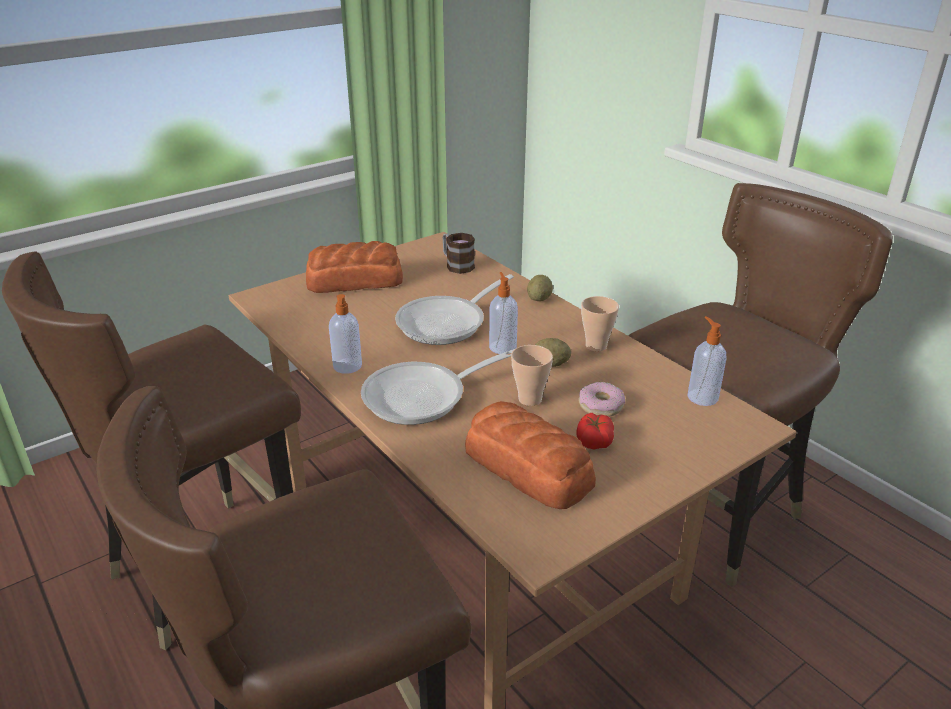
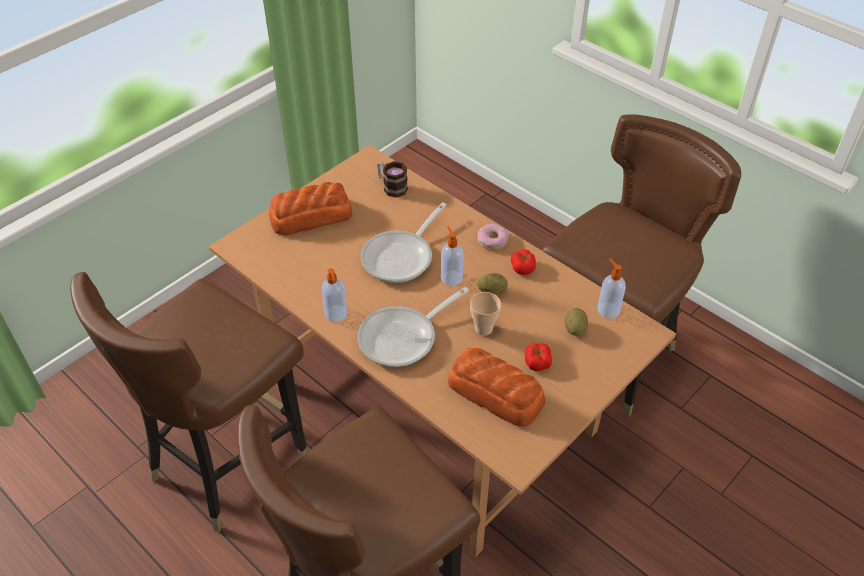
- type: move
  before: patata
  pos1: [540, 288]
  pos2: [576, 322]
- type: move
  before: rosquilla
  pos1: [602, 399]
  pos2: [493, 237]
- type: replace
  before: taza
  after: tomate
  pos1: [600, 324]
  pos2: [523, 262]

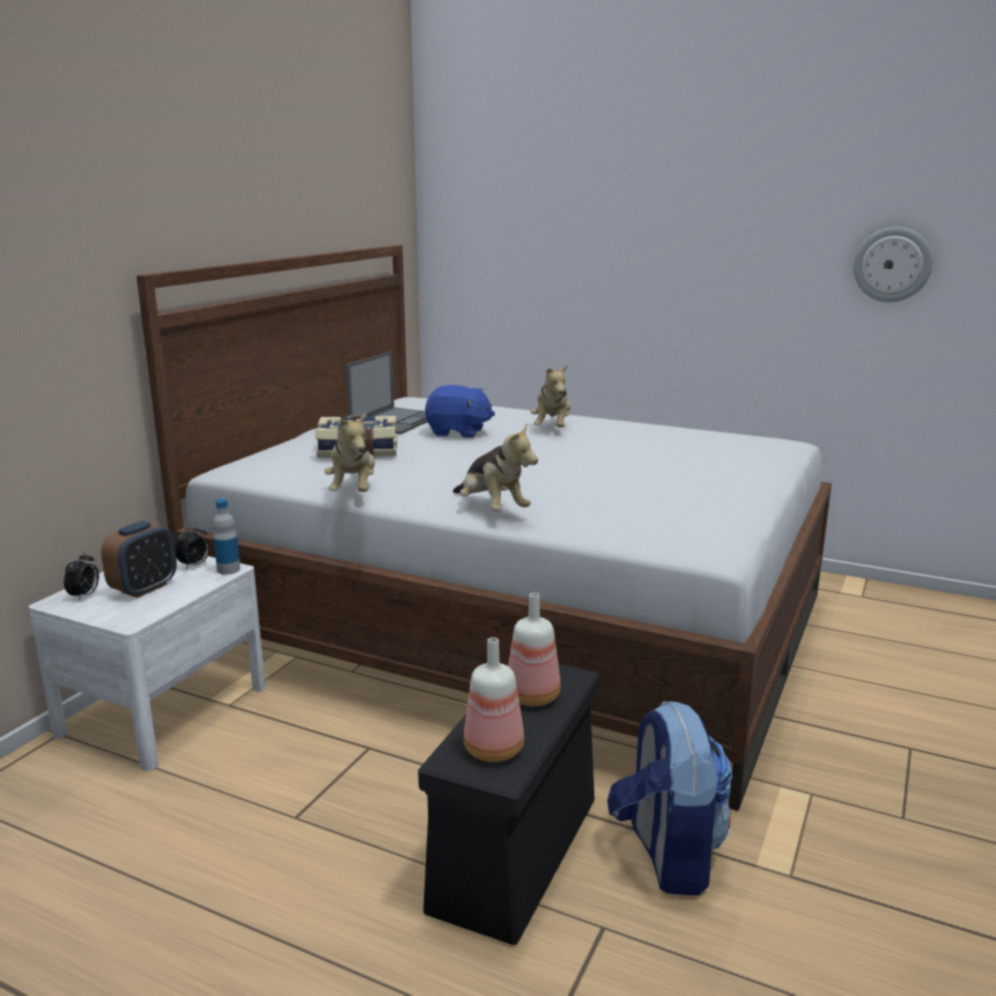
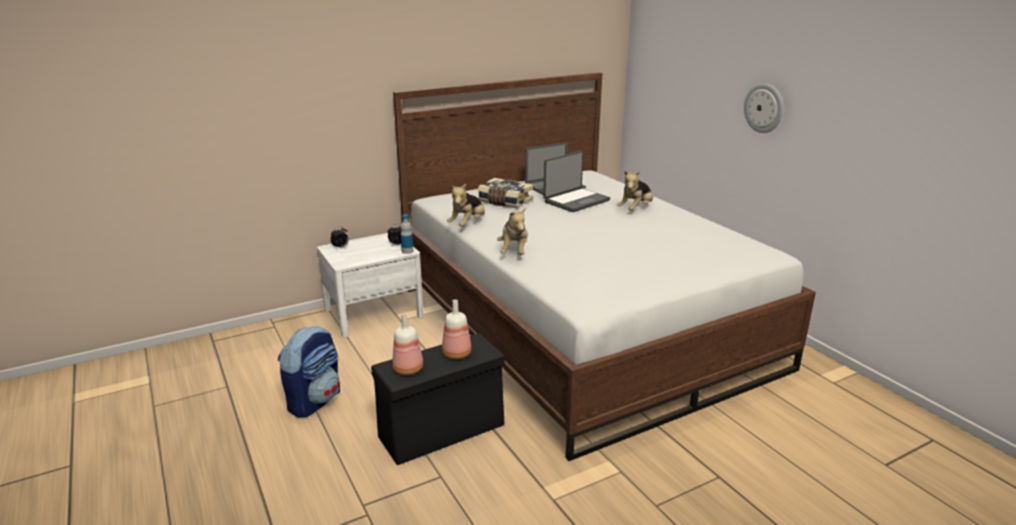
- type: delete
  before: despertador
  pos1: [139, 559]
- type: move
  before: mochila
  pos1: [670, 798]
  pos2: [309, 372]
- type: move
  before: reloj de pared
  pos1: [893, 264]
  pos2: [763, 108]
- type: replace
  before: peluche [azul]
  after: portátil
  pos1: [460, 411]
  pos2: [576, 181]

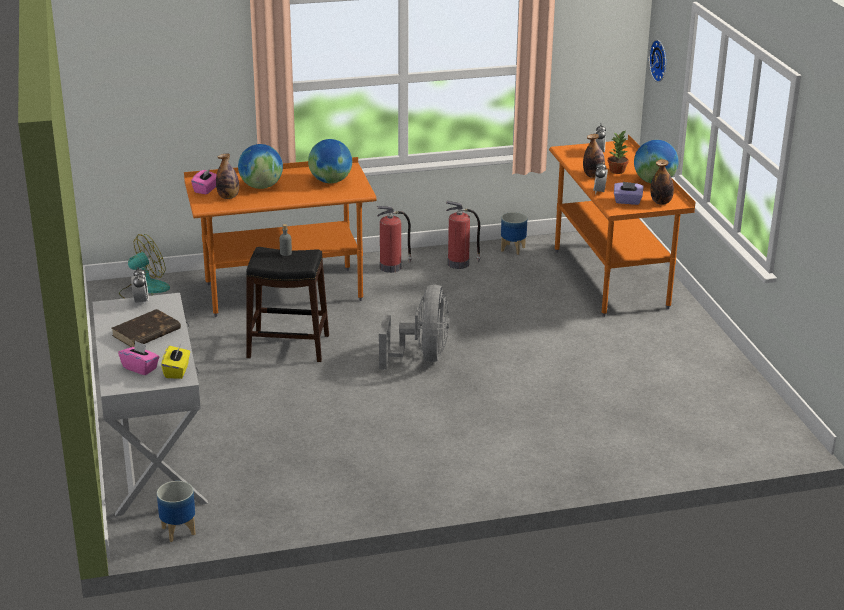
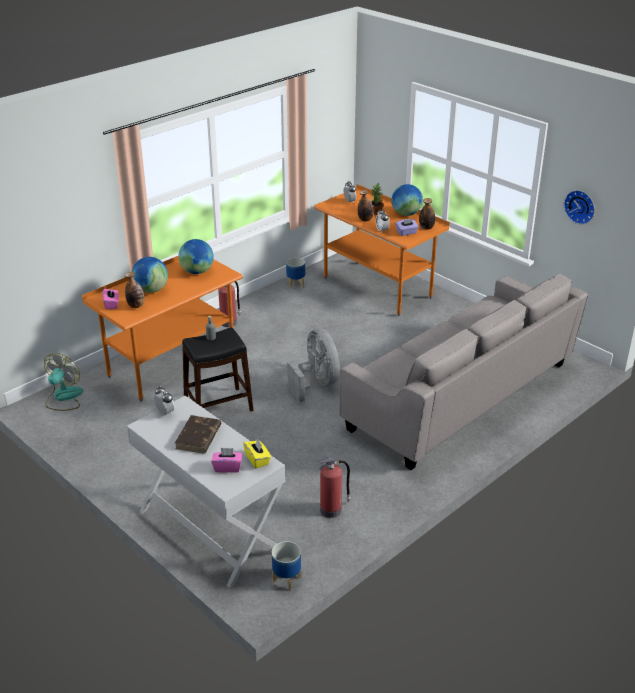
- type: insert
  after: sofá [gris]
  pos2: [463, 371]
- type: move
  before: extintor
  pos1: [463, 235]
  pos2: [334, 488]
- type: move
  before: reloj de pared
  pos1: [657, 61]
  pos2: [579, 207]

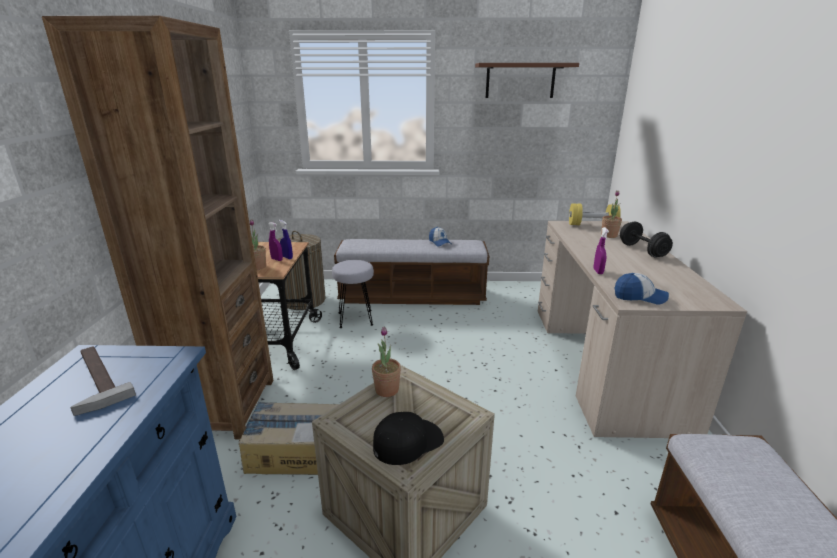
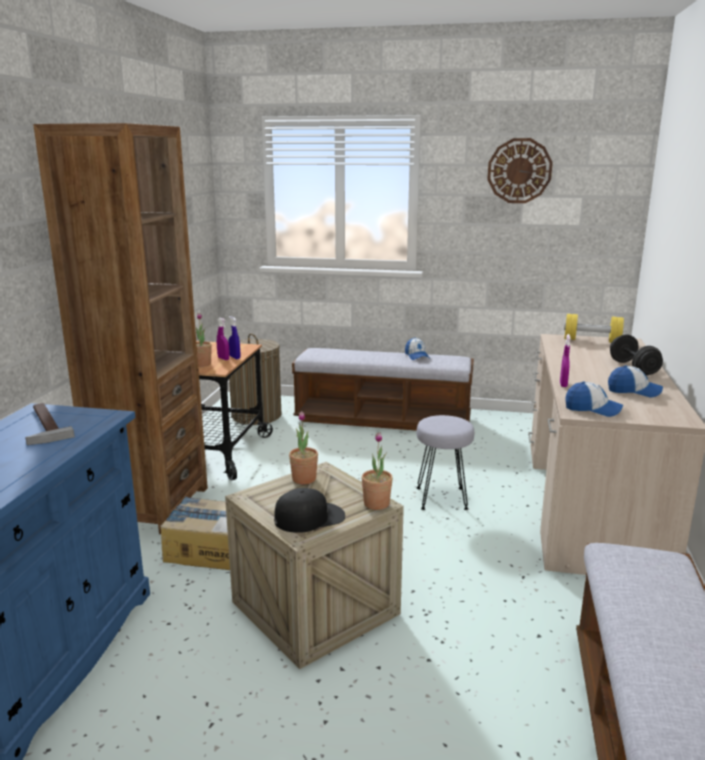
- type: insert
  after: gorra
  pos2: [635, 381]
- type: move
  before: taburete [gris]
  pos1: [353, 294]
  pos2: [445, 462]
- type: move
  before: planta en maceta
  pos1: [611, 214]
  pos2: [377, 471]
- type: replace
  before: estante [marrón]
  after: reloj de pared
  pos1: [527, 80]
  pos2: [520, 170]

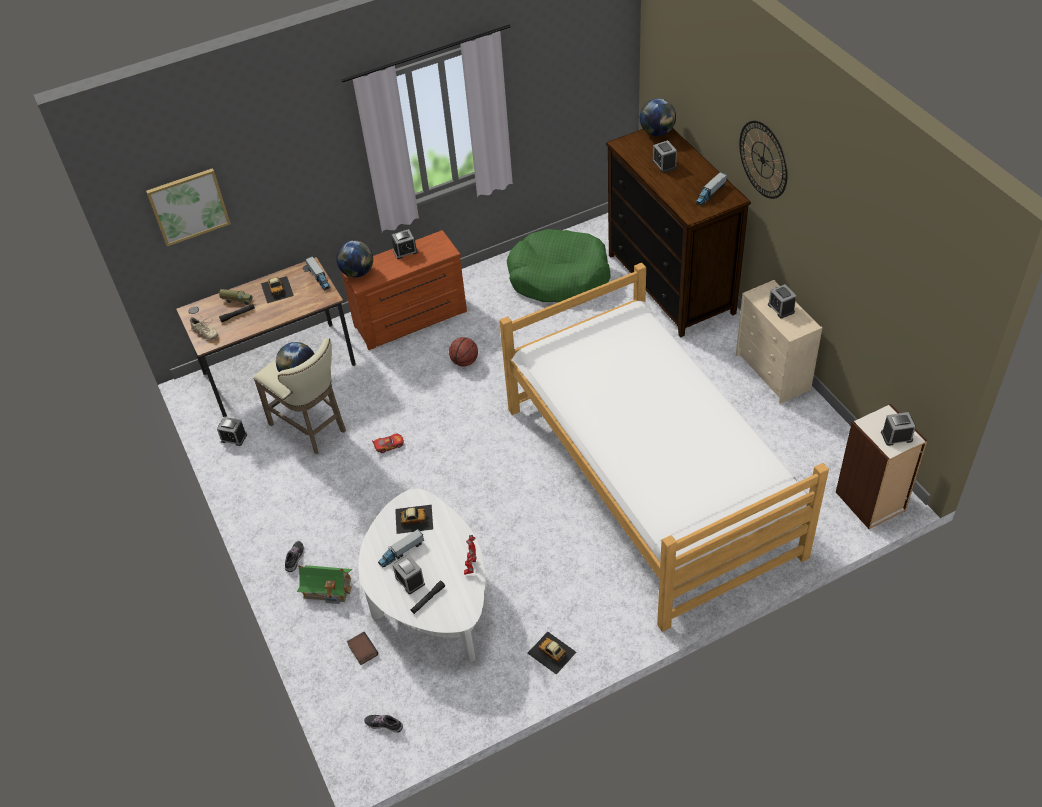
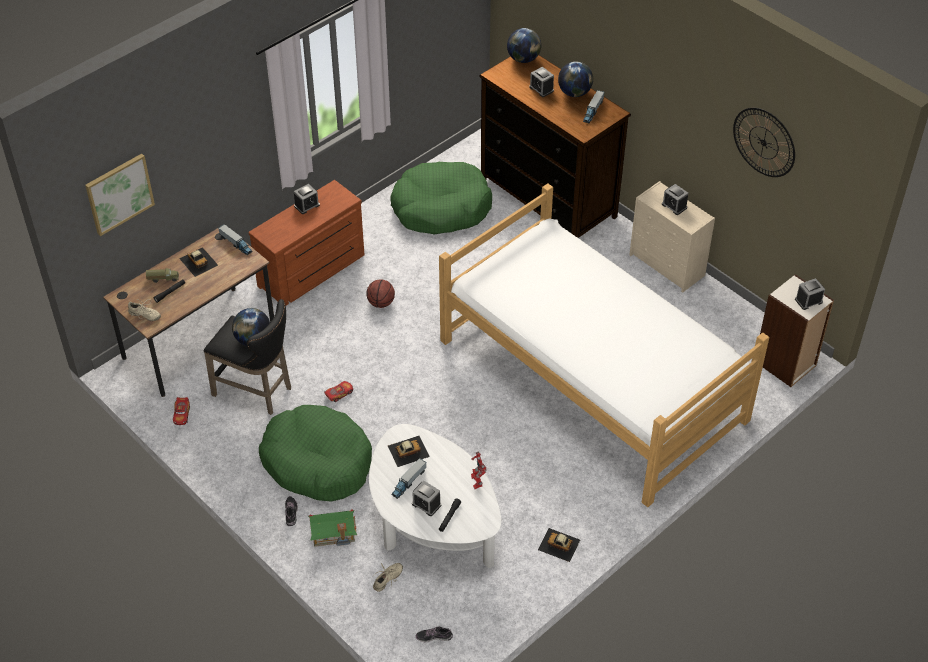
- type: insert
  after: cama para perro [verde]
  pos2: [315, 453]
- type: move
  before: globo terráqueo
  pos1: [354, 259]
  pos2: [575, 79]
- type: move
  before: reloj de pared
  pos1: [763, 160]
  pos2: [764, 142]
- type: replace
  before: despertador
  after: coche de juguete
  pos1: [232, 431]
  pos2: [181, 411]
- type: replace
  before: libro
  after: zapato [beis]
  pos1: [363, 648]
  pos2: [387, 577]
- type: recolor
  before: taburete [beis]
  after: taburete [negro]
  pos1: [299, 396]
  pos2: [247, 357]

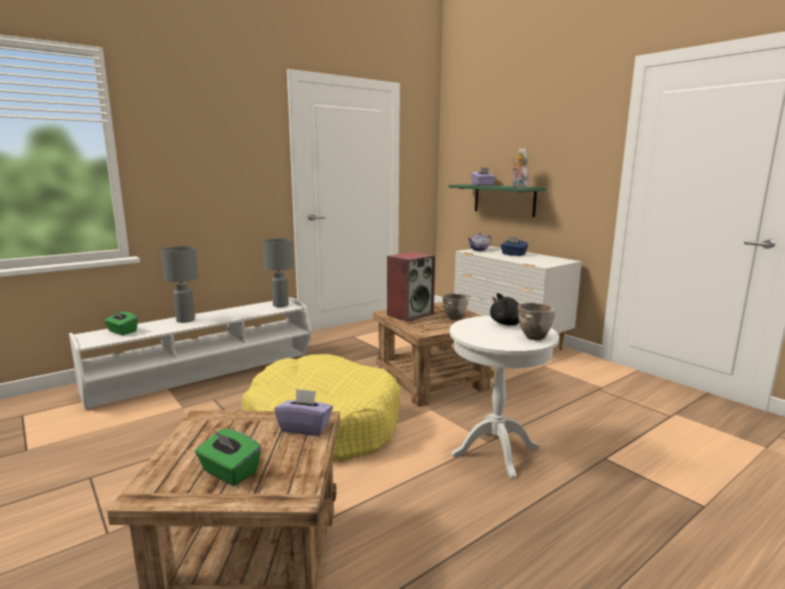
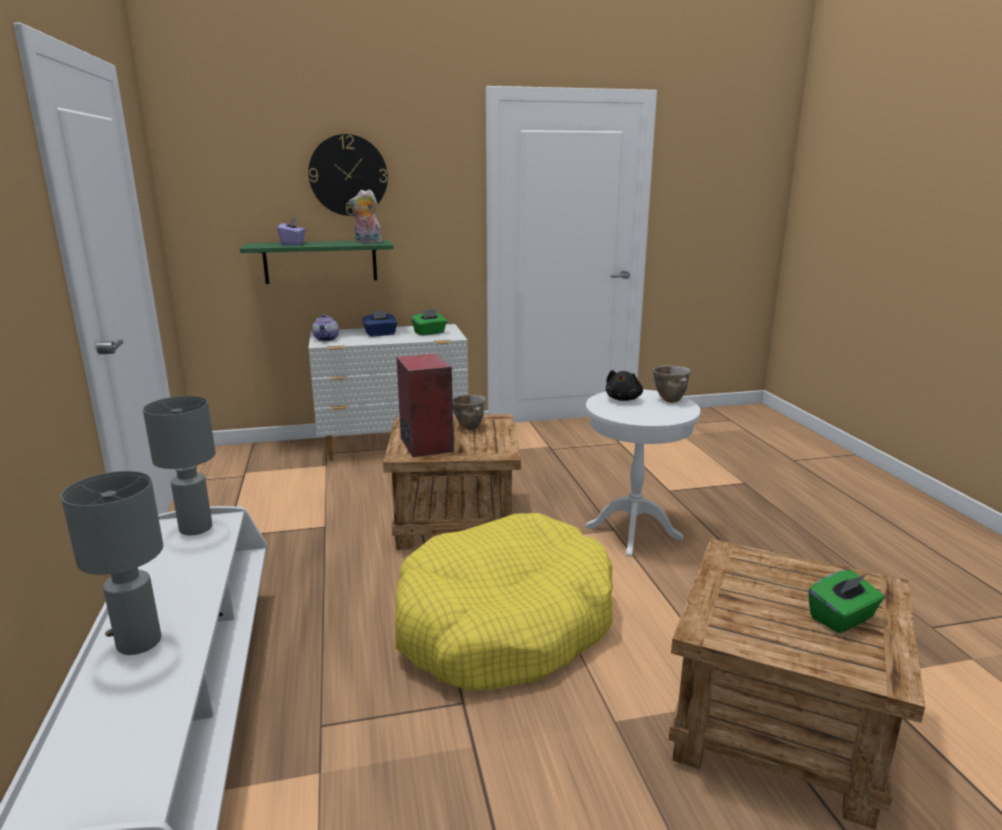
- type: delete
  before: caja de pañuelos [morado]
  pos1: [304, 412]
- type: insert
  after: reloj de pared
  pos2: [348, 175]
- type: move
  before: caja de pañuelos [verde]
  pos1: [121, 322]
  pos2: [429, 322]

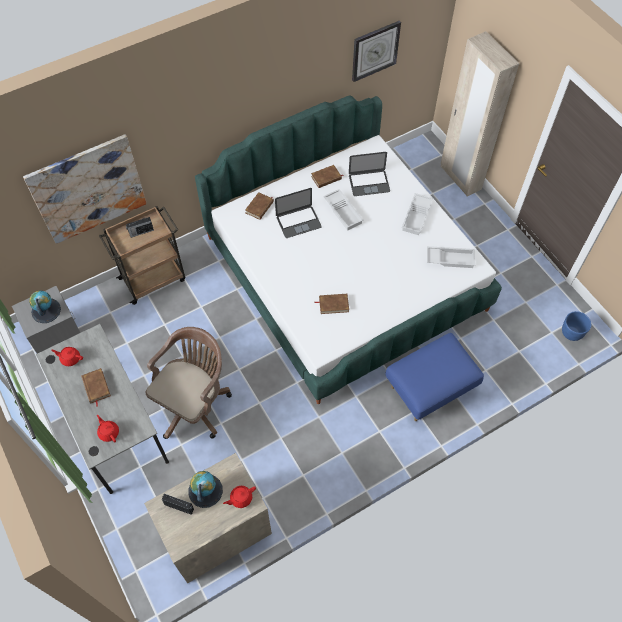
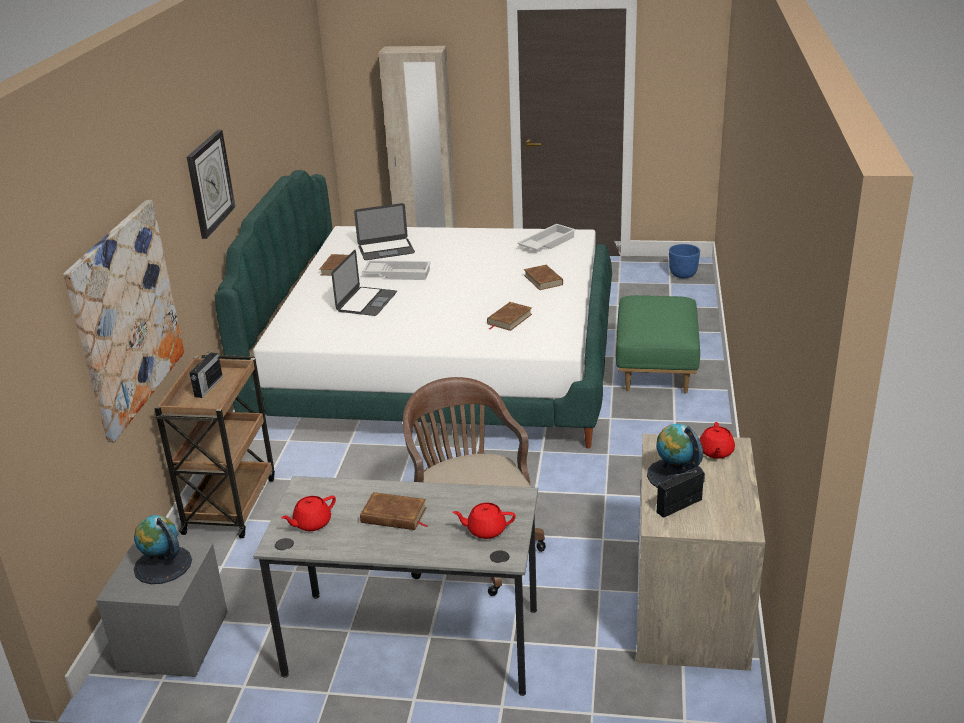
- type: delete
  before: bandeja [blanco]
  pos1: [417, 214]
- type: move
  before: libro [marrón]
  pos1: [259, 206]
  pos2: [543, 277]
- type: move
  before: reloj de pared
  pos1: [376, 51]
  pos2: [211, 184]
- type: recolor
  before: puf [azul]
  after: puf [verde]
  pos1: [434, 377]
  pos2: [658, 344]
- type: rotate
  before: portátil
  pos1: [369, 174]
  pos2: [384, 231]
  turn: 45

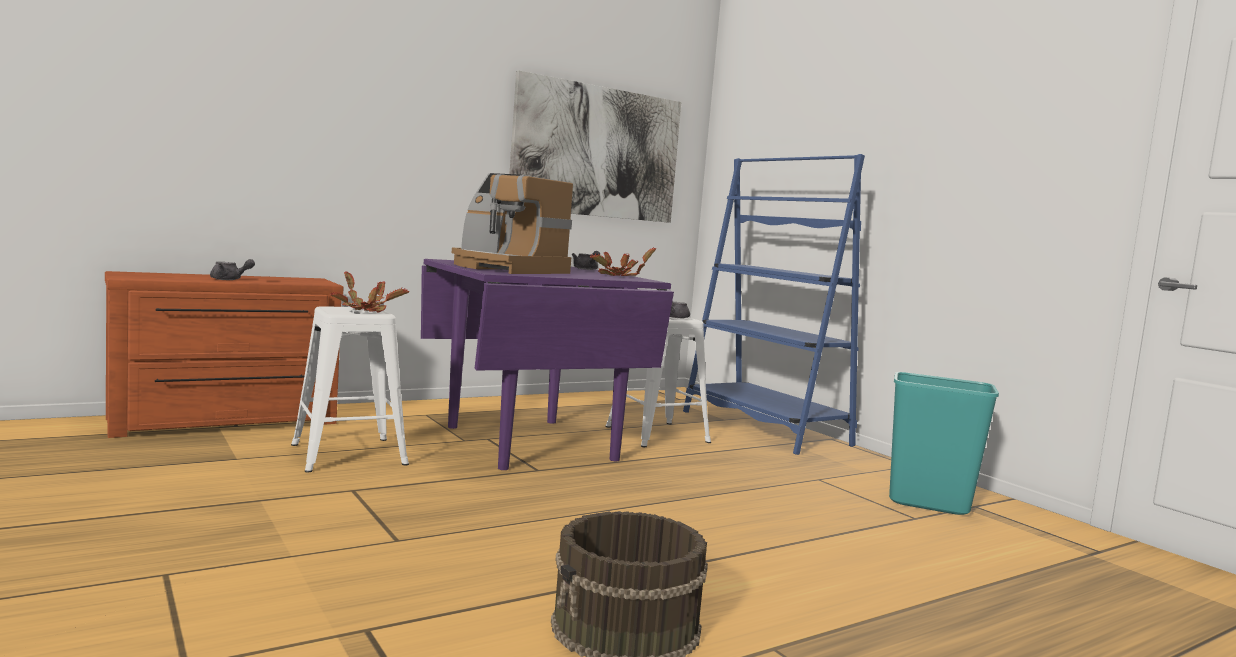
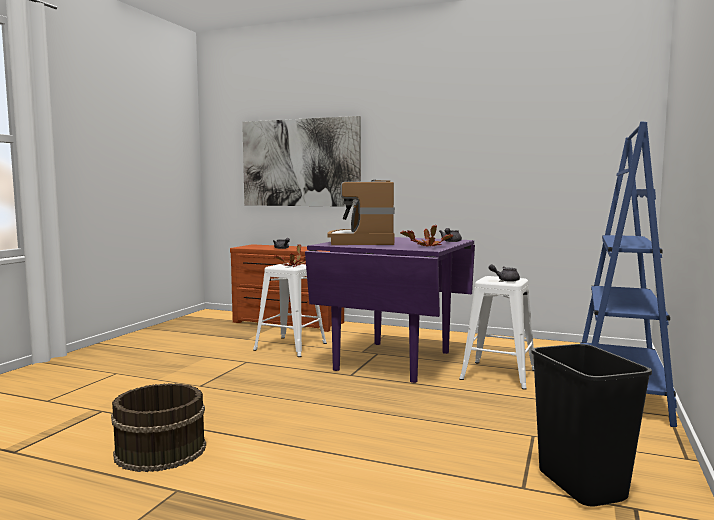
- type: move
  before: cuadro
  pos1: [595, 147]
  pos2: [301, 161]
- type: recolor
  before: papelera [turquesa]
  after: papelera [negro]
  pos1: [944, 443]
  pos2: [591, 425]

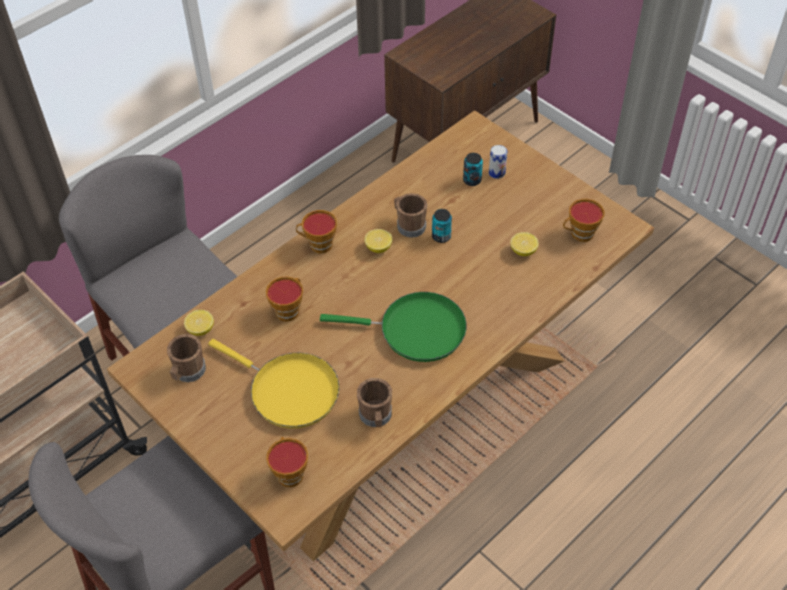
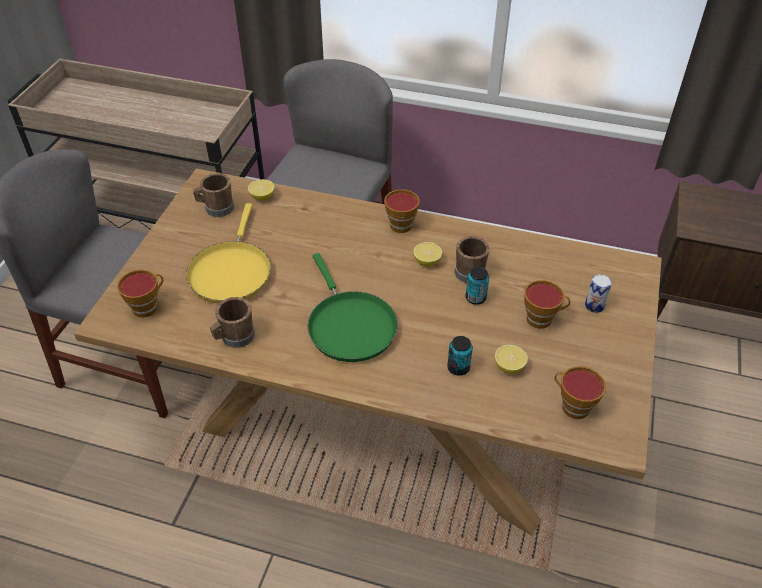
- type: move
  before: taza
  pos1: [284, 299]
  pos2: [547, 304]
- type: move
  before: lata
  pos1: [473, 169]
  pos2: [460, 356]

